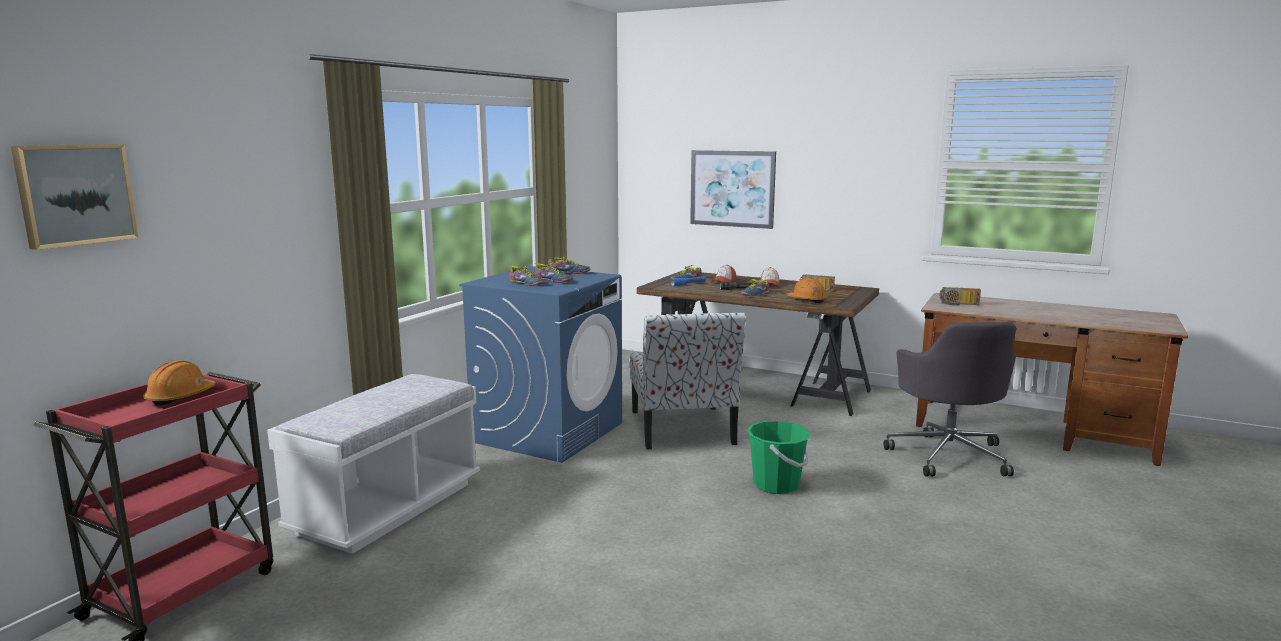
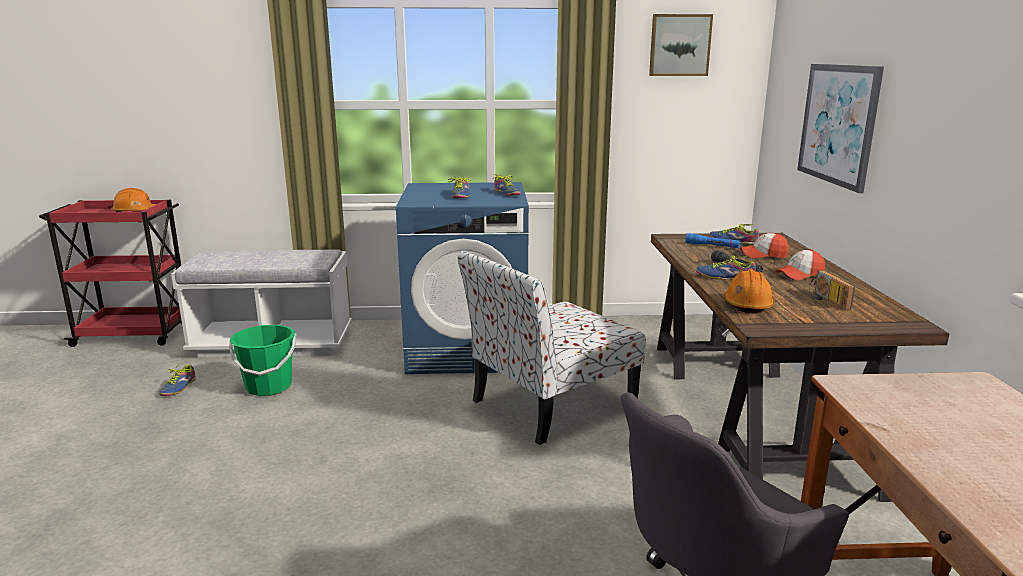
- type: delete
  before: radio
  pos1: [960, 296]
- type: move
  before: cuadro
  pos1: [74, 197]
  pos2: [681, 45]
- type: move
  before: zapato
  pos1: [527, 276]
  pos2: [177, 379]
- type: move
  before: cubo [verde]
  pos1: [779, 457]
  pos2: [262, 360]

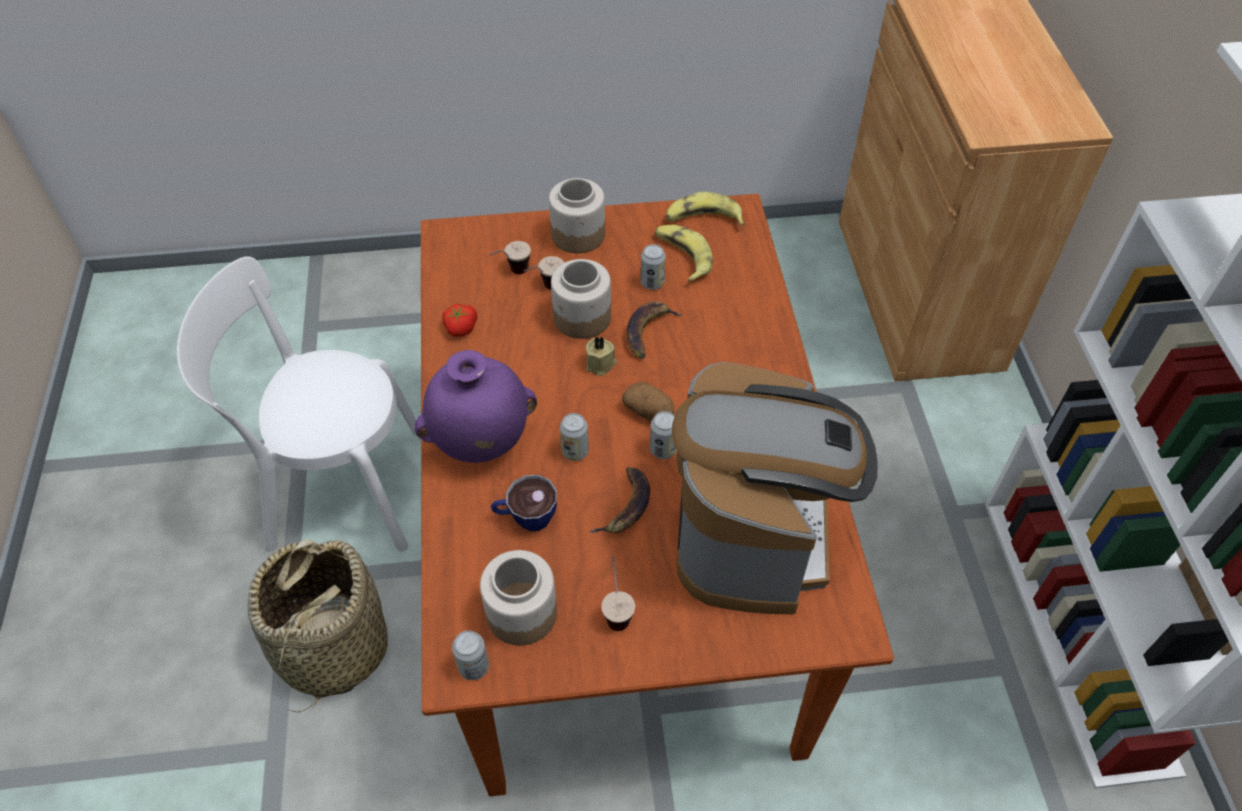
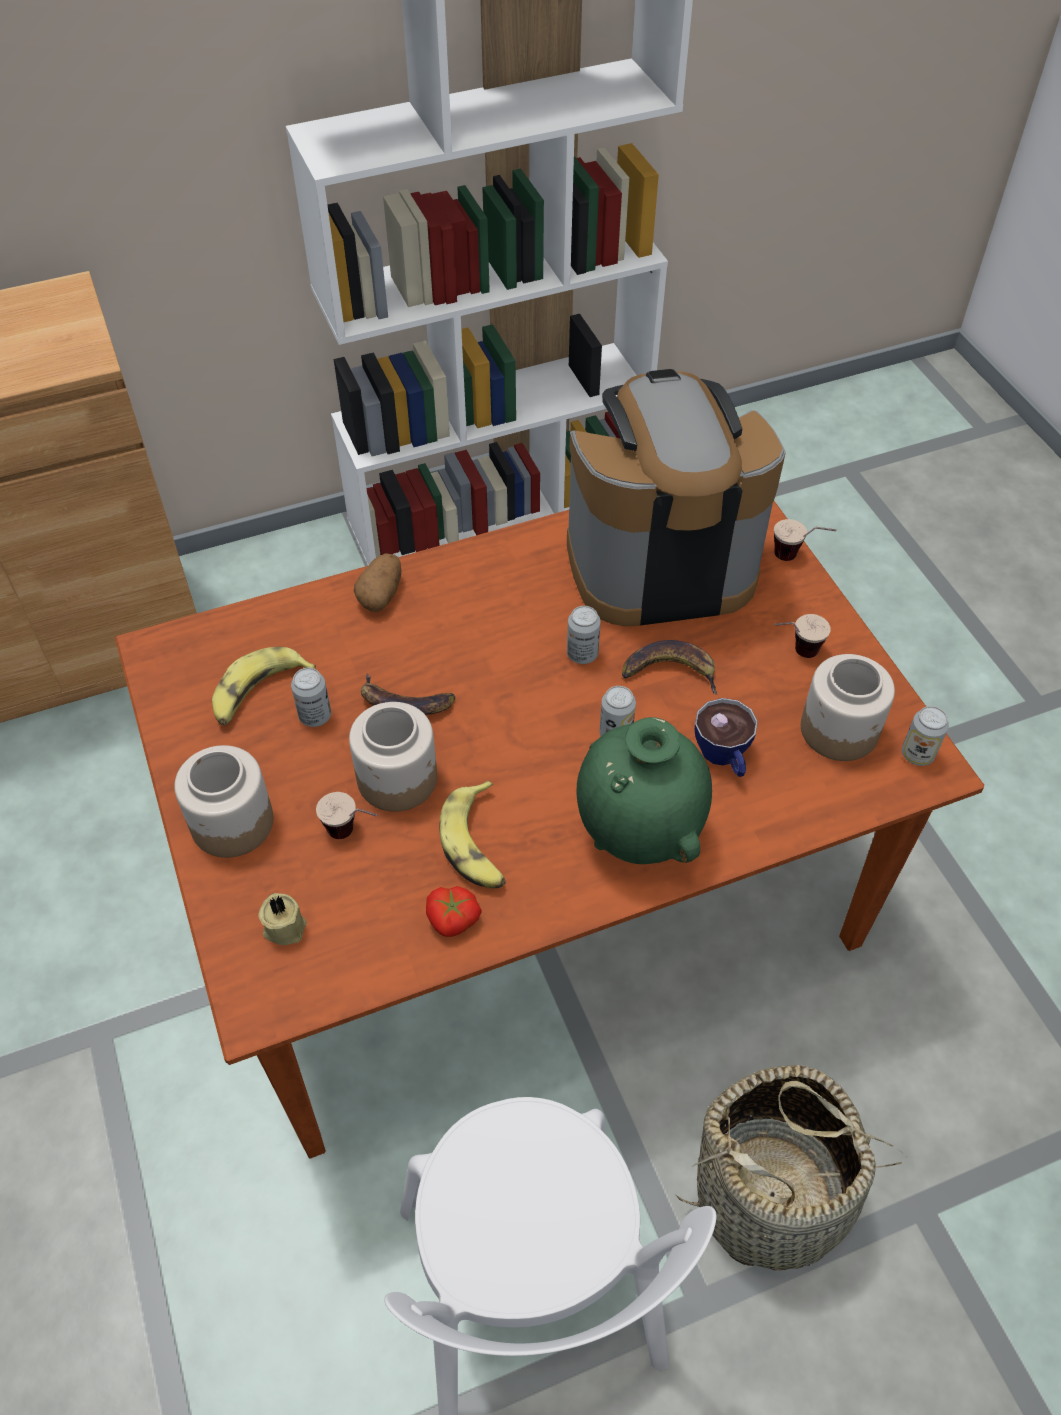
- type: move
  before: taza
  pos1: [510, 257]
  pos2: [805, 540]
- type: move
  before: vela [beis]
  pos1: [601, 356]
  pos2: [283, 919]
- type: move
  before: patata
  pos1: [648, 401]
  pos2: [377, 582]
- type: move
  before: plátano
  pos1: [705, 209]
  pos2: [472, 834]
- type: recolor
  before: florero [morado]
  after: florero [verde]
  pos1: [476, 406]
  pos2: [644, 790]

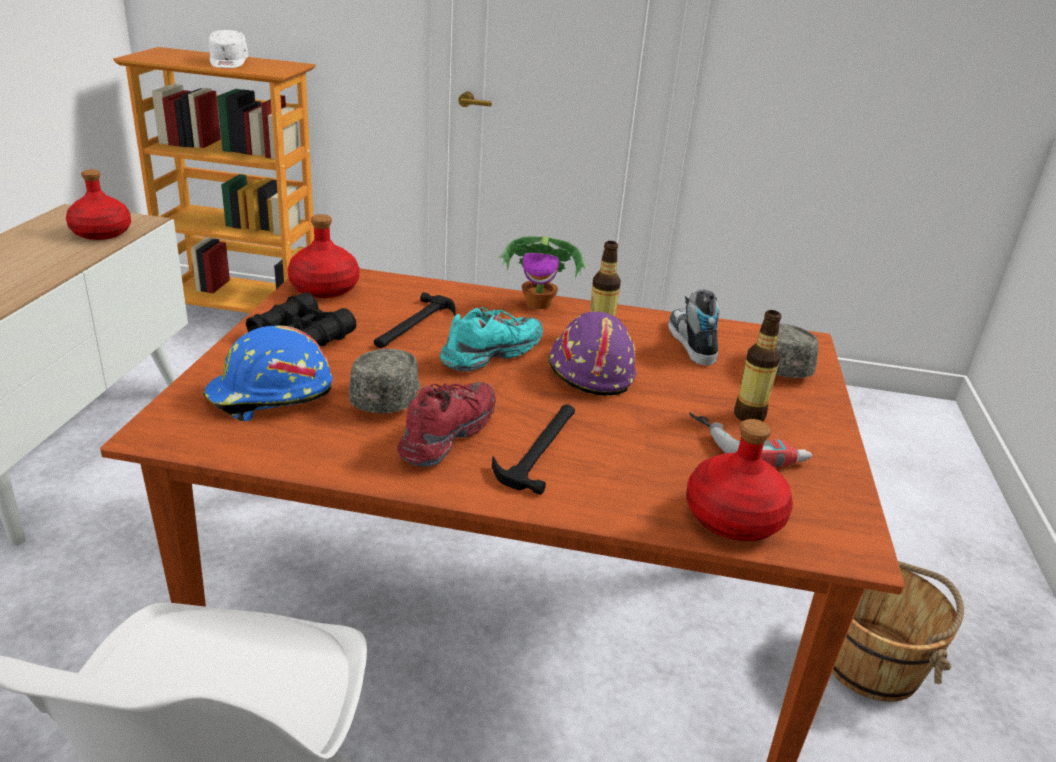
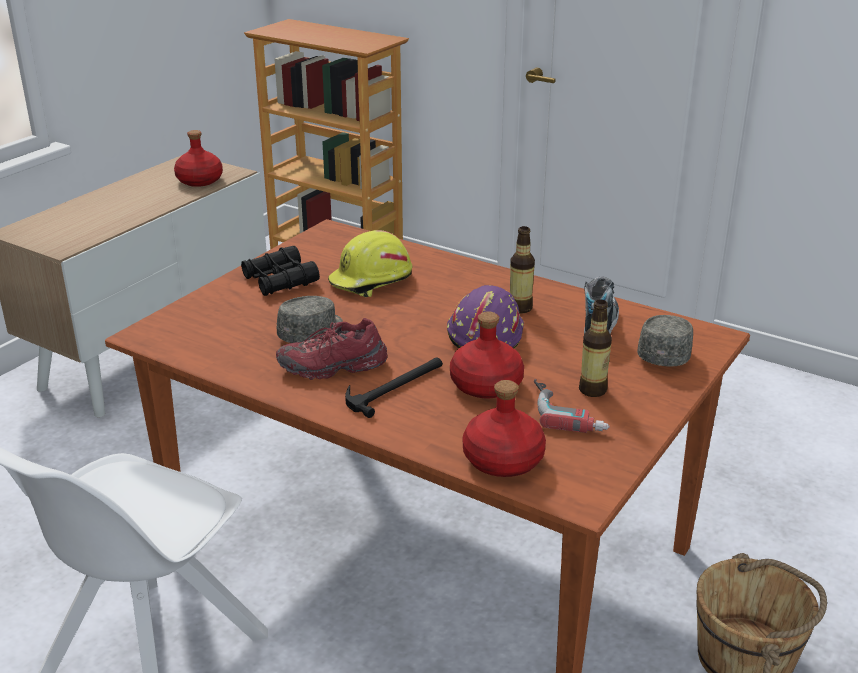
- type: delete
  before: casco [azul]
  pos1: [268, 373]
- type: delete
  before: gorra [blanco]
  pos1: [228, 49]
- type: delete
  before: zapato [turquesa]
  pos1: [491, 339]
- type: delete
  before: planta en maceta
  pos1: [541, 272]
- type: move
  before: botella [rojo]
  pos1: [323, 256]
  pos2: [487, 355]
- type: replace
  before: martillo
  after: casco [amarillo]
  pos1: [415, 320]
  pos2: [370, 263]
- type: rotate
  before: zapato [rojo]
  pos1: [447, 424]
  pos2: [332, 349]
  turn: -150

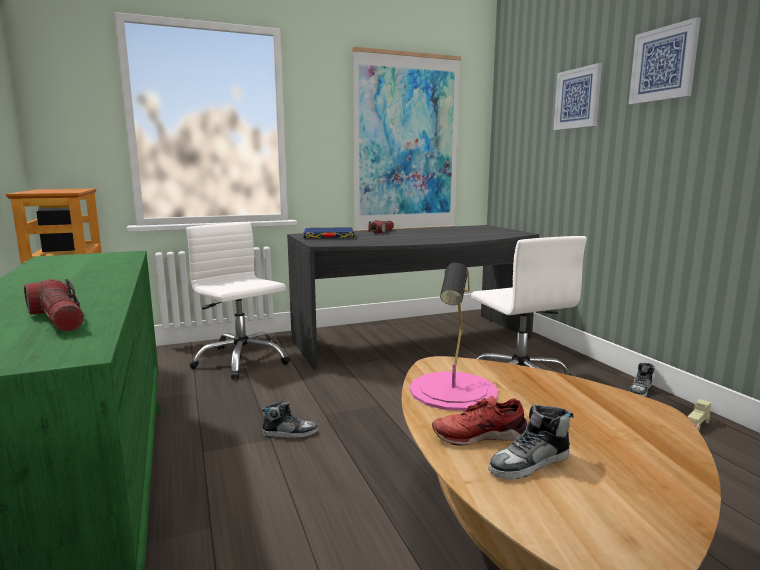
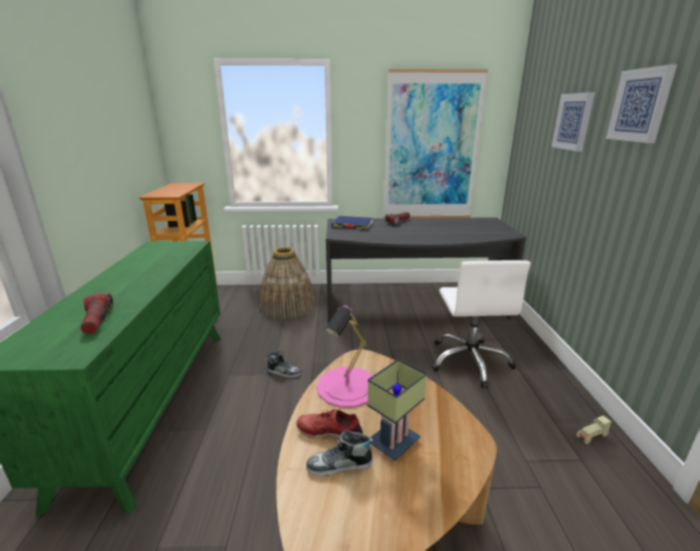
- type: delete
  before: zapato
  pos1: [642, 380]
- type: insert
  after: lámpara de mesa
  pos2: [397, 410]
- type: replace
  before: silla de oficina [blanco]
  after: cesta
  pos1: [238, 300]
  pos2: [287, 283]

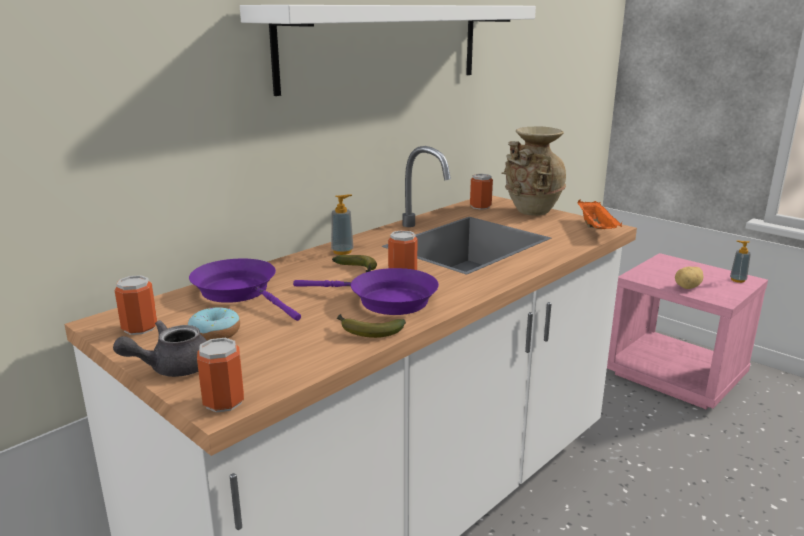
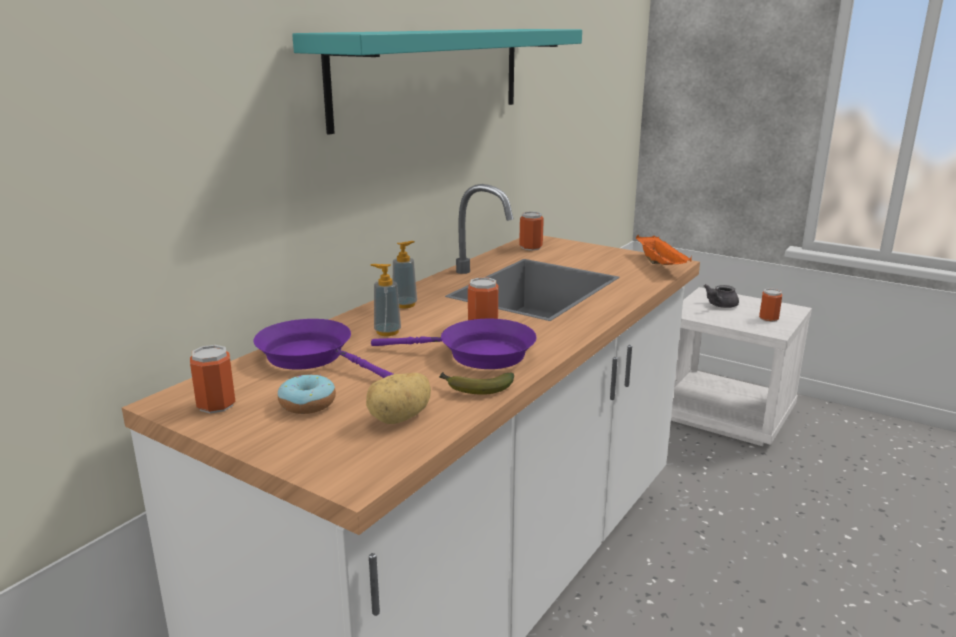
- type: delete
  before: plátano
  pos1: [354, 263]
- type: delete
  before: florero [beis]
  pos1: [533, 171]
- type: move
  before: tetera [gris]
  pos1: [160, 348]
  pos2: [721, 296]
- type: move
  before: lata
  pos1: [220, 375]
  pos2: [770, 305]
- type: move
  before: patata
  pos1: [689, 277]
  pos2: [398, 398]
- type: move
  before: dispensador de jabón
  pos1: [740, 261]
  pos2: [386, 300]
- type: recolor
  before: estante [blanco]
  after: estante [turquesa]
  pos1: [388, 50]
  pos2: [437, 81]
- type: recolor
  before: mesita de noche [rosa]
  after: mesita de noche [blanco]
  pos1: [687, 331]
  pos2: [741, 366]

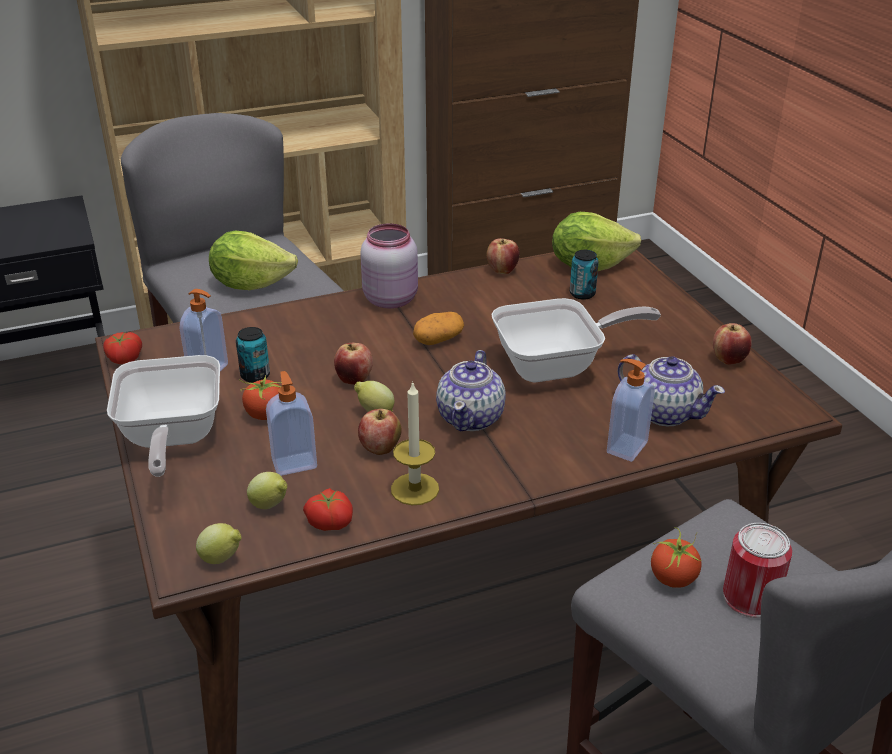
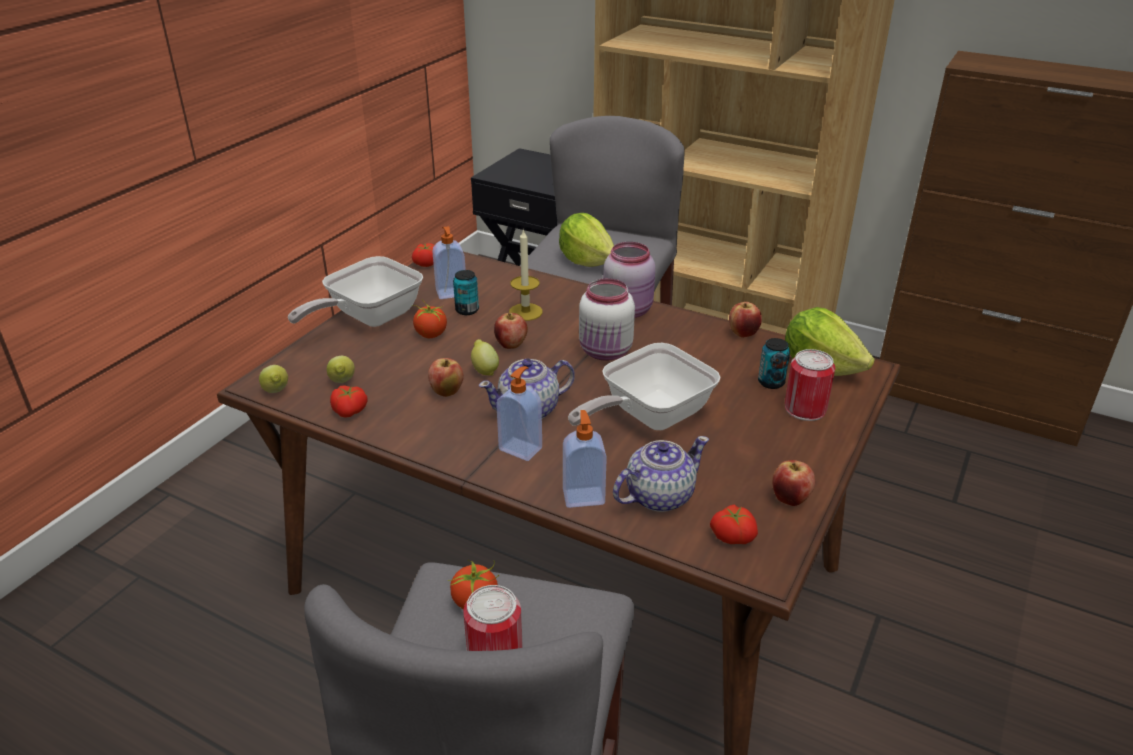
- type: insert
  after: tomate
  pos2: [734, 524]
- type: insert
  after: lata
  pos2: [810, 385]
- type: move
  before: dispensador de jabón
  pos1: [291, 423]
  pos2: [519, 413]
- type: move
  before: vela
  pos1: [415, 443]
  pos2: [526, 274]
- type: replace
  before: patata
  after: tarro [blanco]
  pos1: [438, 328]
  pos2: [607, 319]
- type: rotate
  before: sartén
  pos1: [576, 340]
  pos2: [644, 386]
  turn: 105
- type: rotate
  before: tetera
  pos1: [671, 390]
  pos2: [661, 474]
  turn: -120

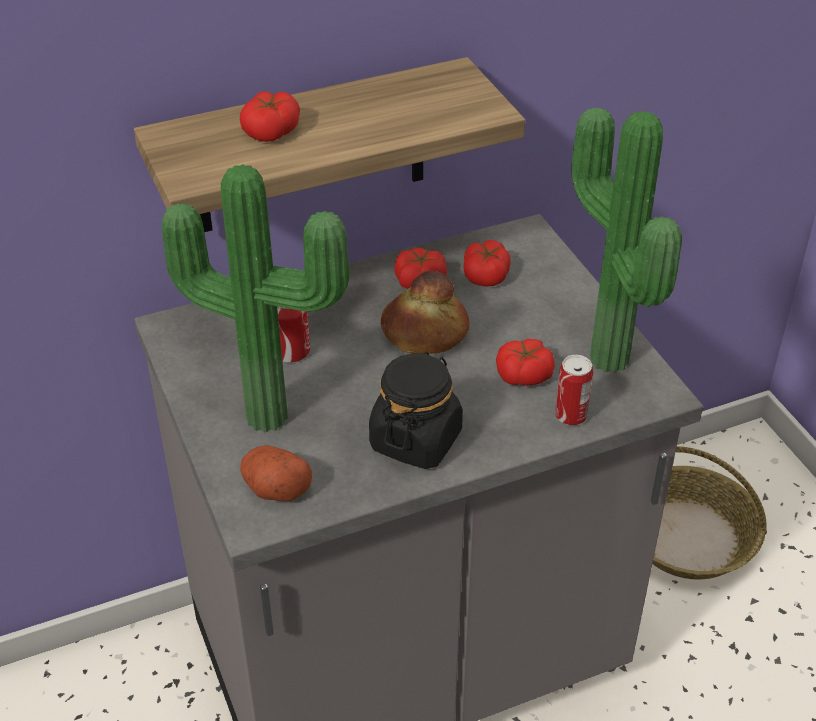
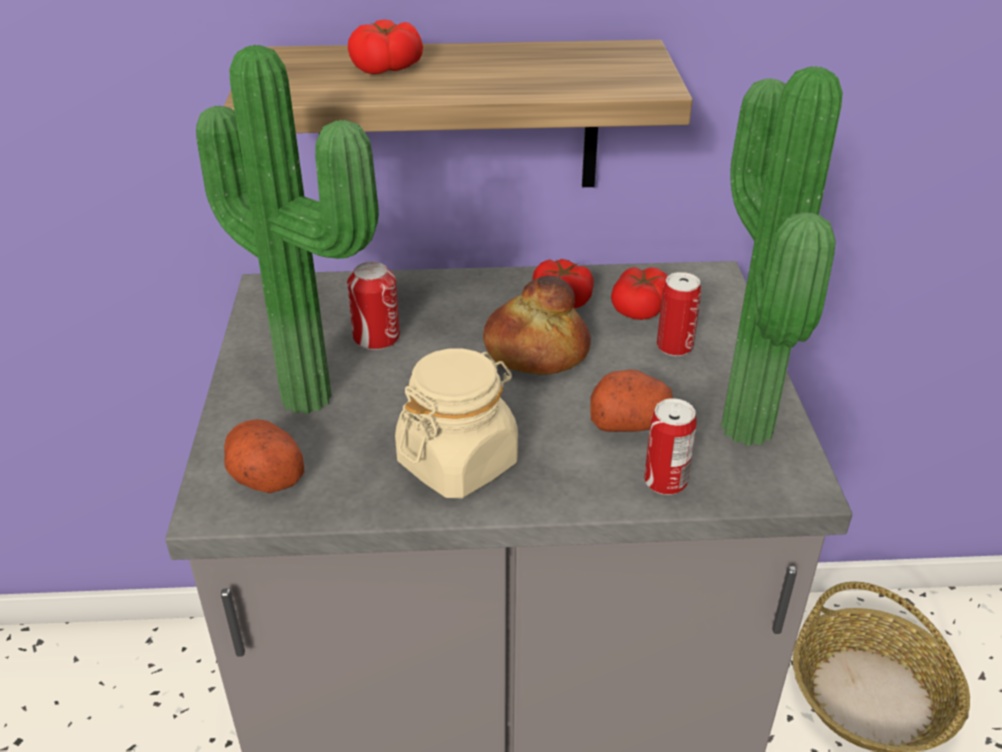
- type: insert
  after: lata
  pos2: [679, 314]
- type: replace
  before: tomate
  after: patata
  pos1: [525, 362]
  pos2: [632, 400]
- type: recolor
  before: tarro [negro]
  after: tarro [beis]
  pos1: [416, 410]
  pos2: [456, 423]

